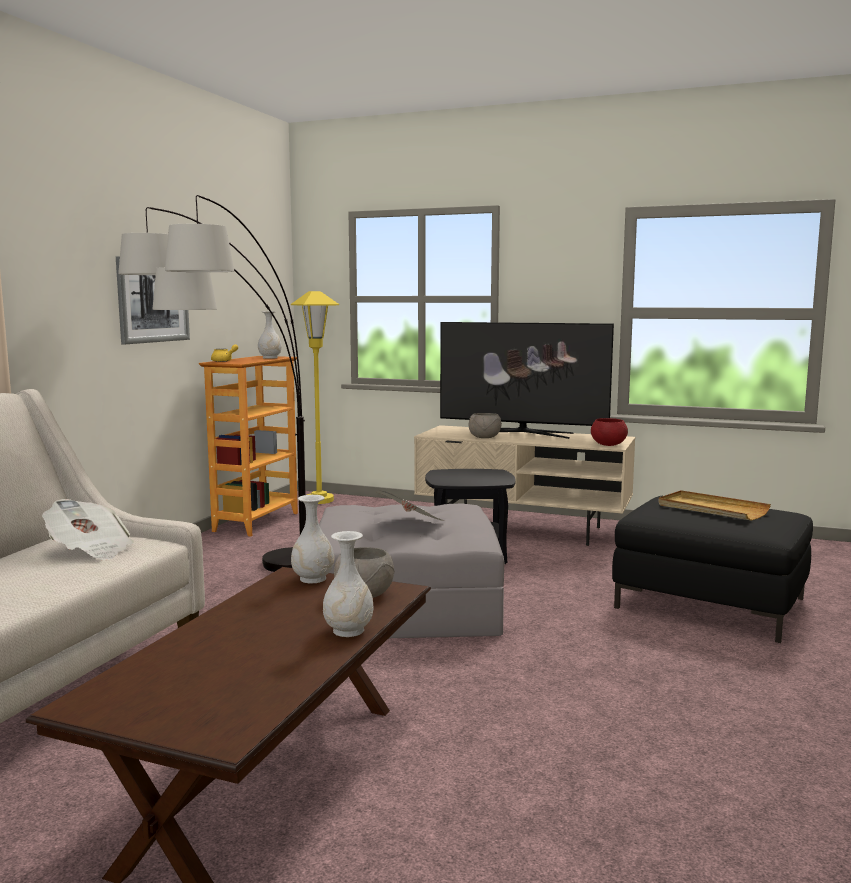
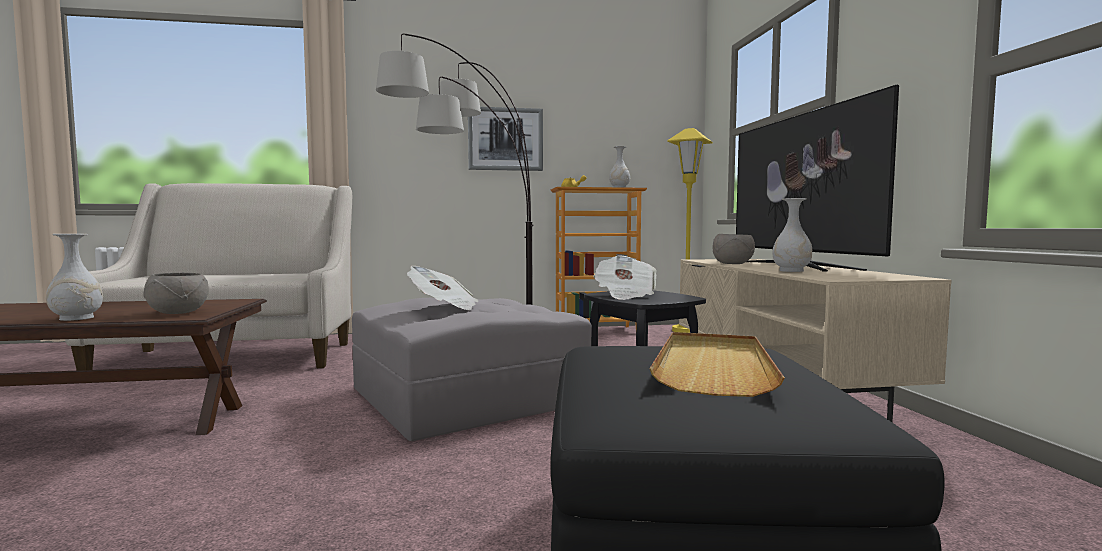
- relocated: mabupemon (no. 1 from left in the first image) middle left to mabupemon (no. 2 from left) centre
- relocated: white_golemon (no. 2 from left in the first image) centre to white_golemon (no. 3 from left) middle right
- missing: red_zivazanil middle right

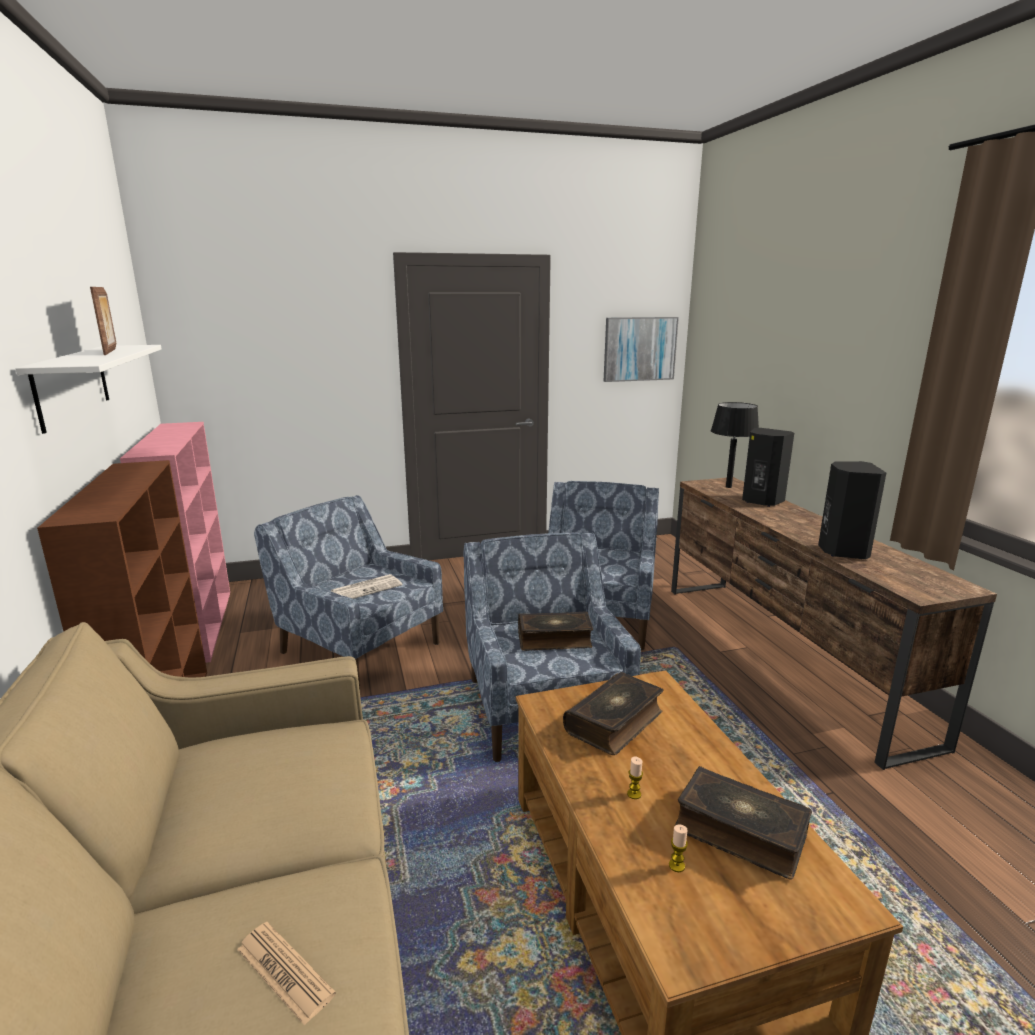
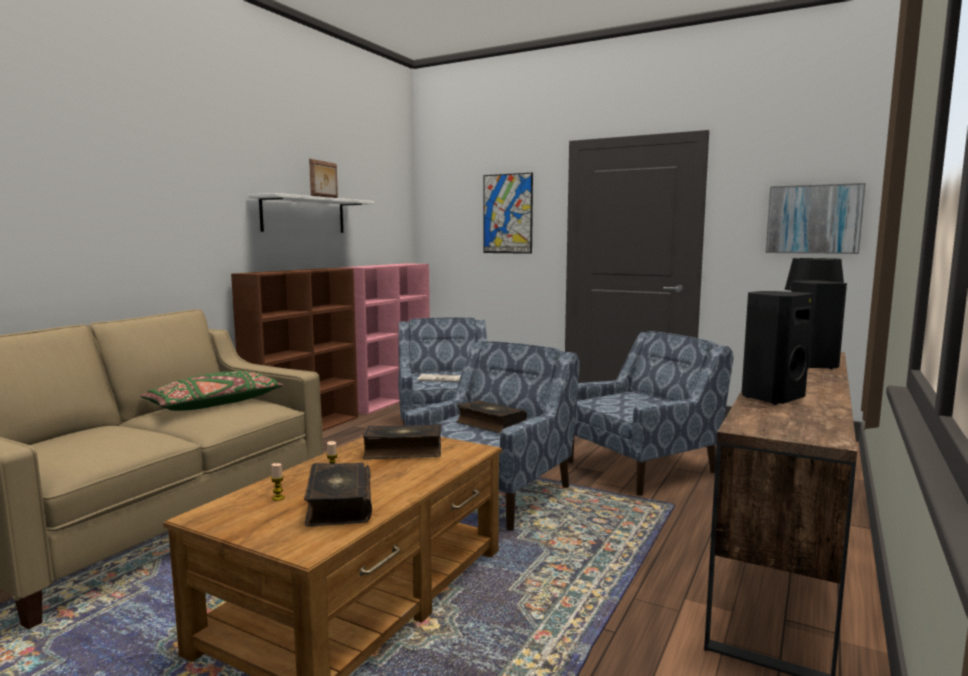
- appeared: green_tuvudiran middle left
- appeared: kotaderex (no. 1 from left) top centre
- missing: mabupemon (no. 1 from left) bottom left

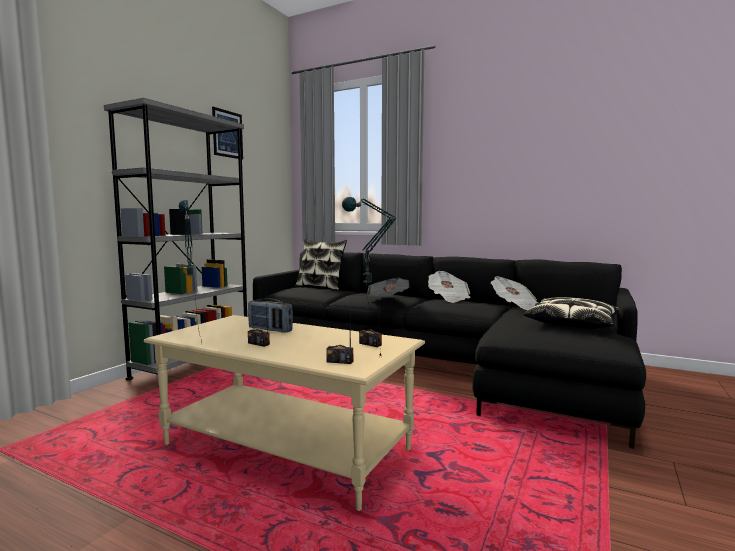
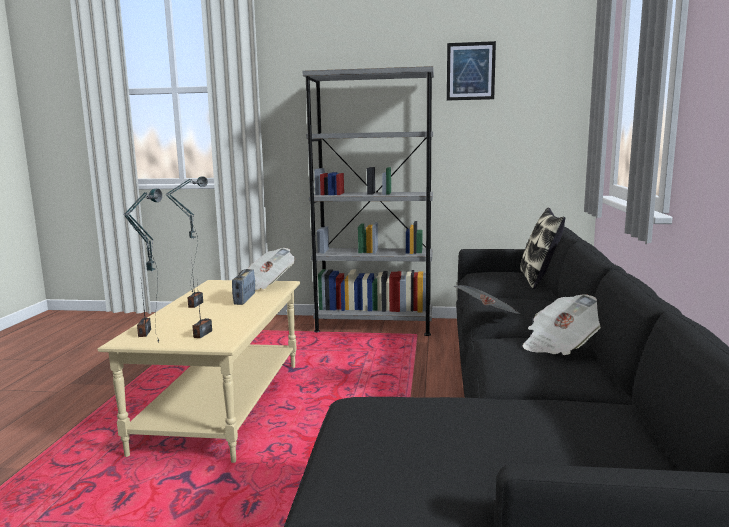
- relocated: mabupemon (no. 3 from left in the first image) middle right to mabupemon (no. 1 from left) centre
- missing: tuvudiran (no. 2 from left) middle right

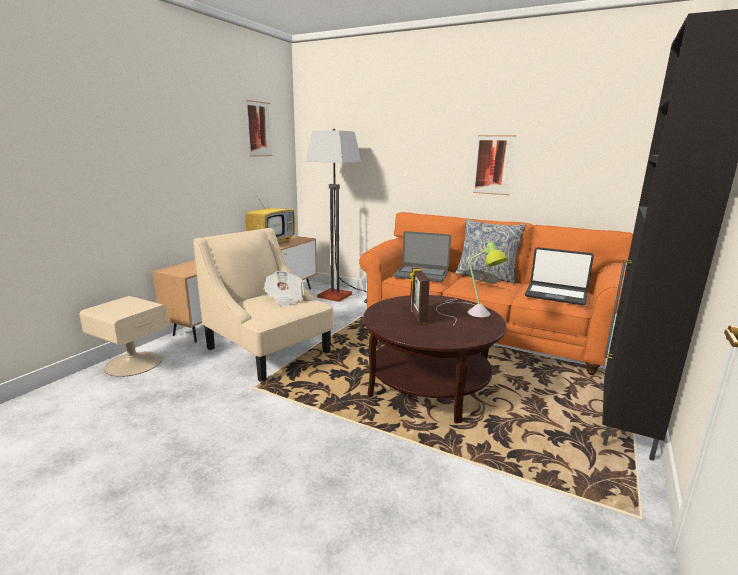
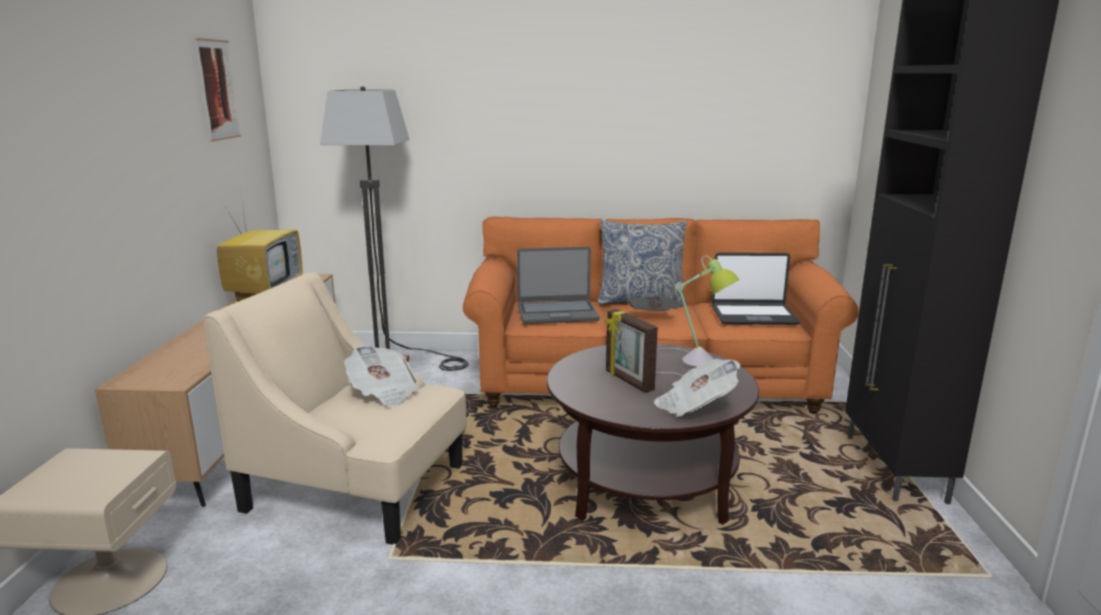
- appeared: mabupemon (no. 3 from left) centre
- missing: kotaderex (no. 2 from left) top right

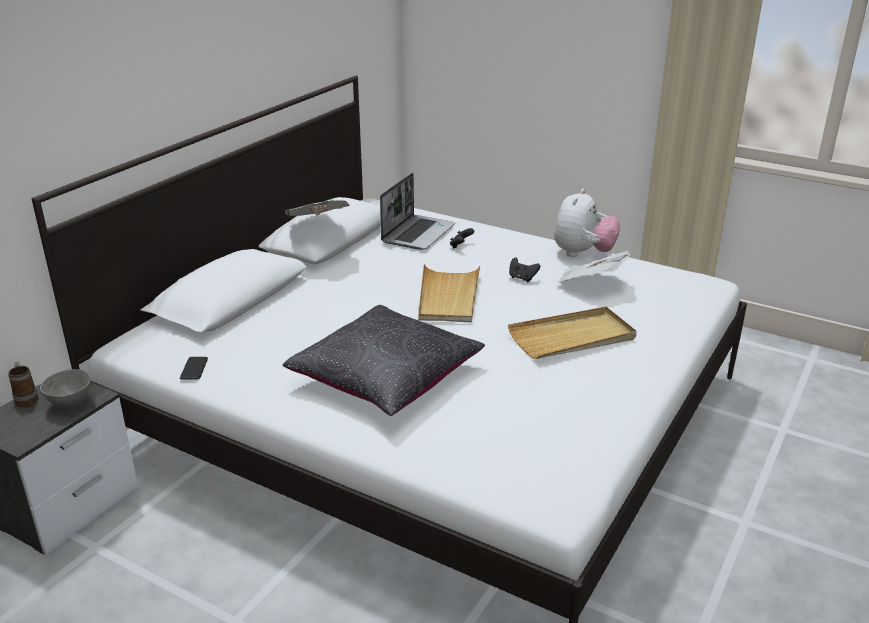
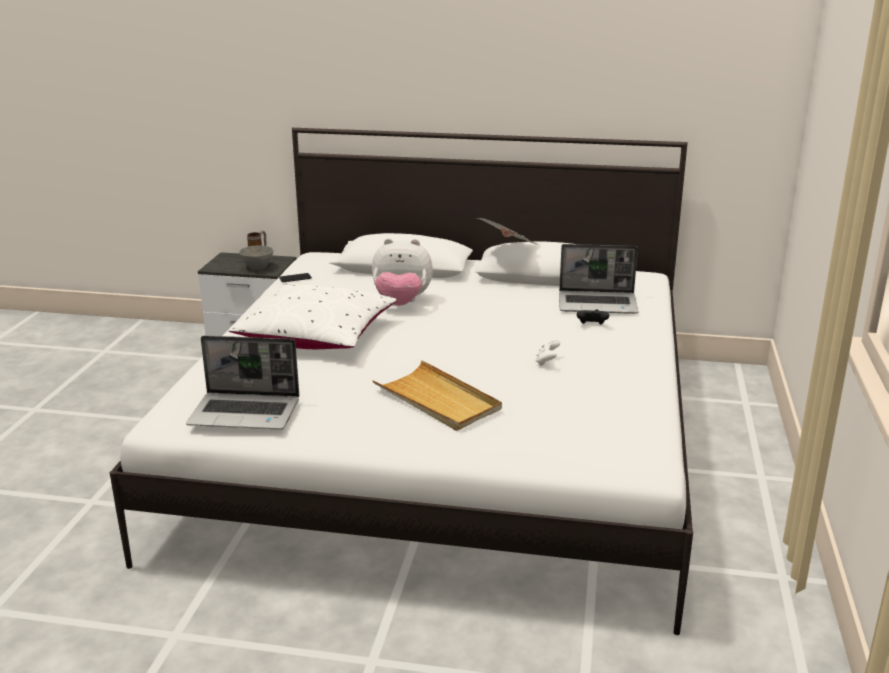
- appeared: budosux (no. 1 from left) middle left
- colour: black_tuvudiran centre to white_tuvudiran centre
- relocated: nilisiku middle right to centre
- colour: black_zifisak (no. 2 from left) centre to white_zifisak centre
- missing: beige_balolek (no. 1 from left) centre
- missing: mabupemon (no. 2 from left) middle right

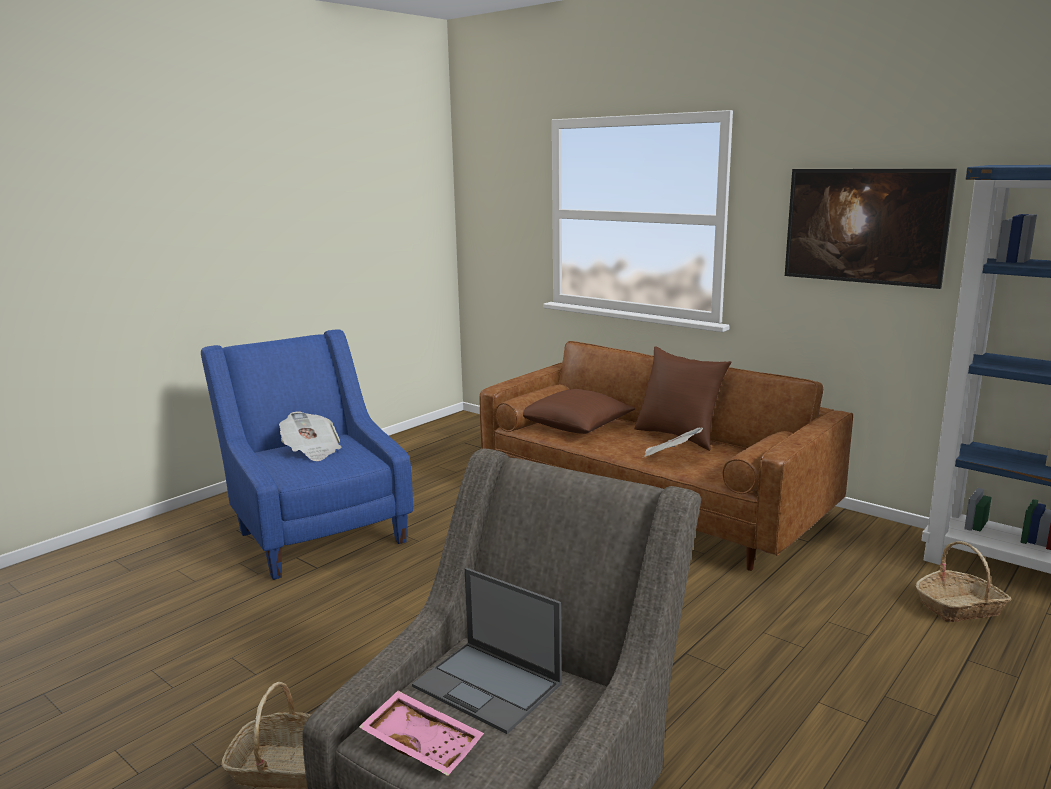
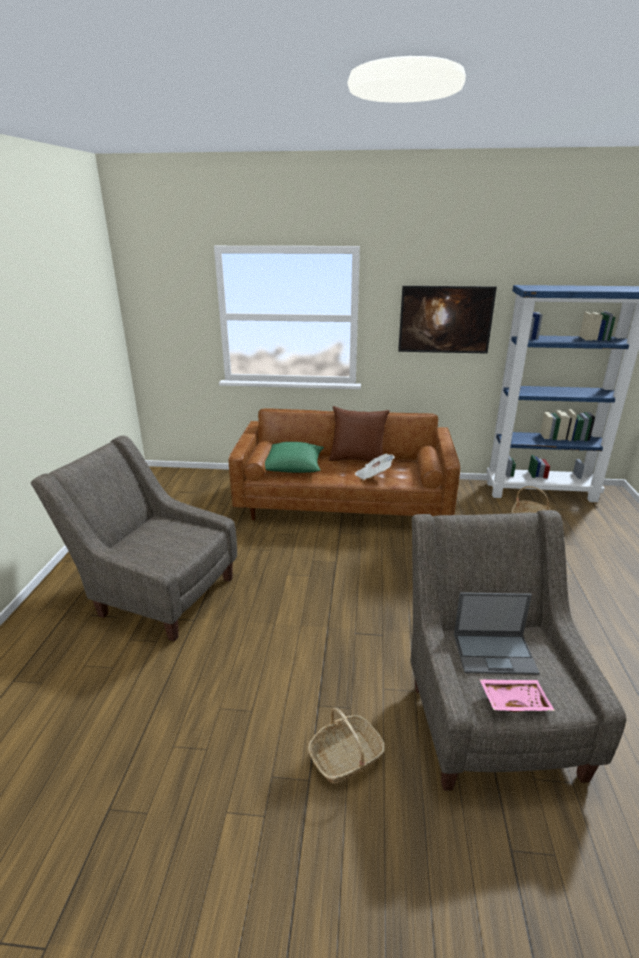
- colour: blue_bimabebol middle left to grey_bimabebol (no. 1 from left) middle left
- colour: brown_tuvudiran (no. 1 from left) centre to green_tuvudiran centre
- missing: mabupemon (no. 1 from left) middle left

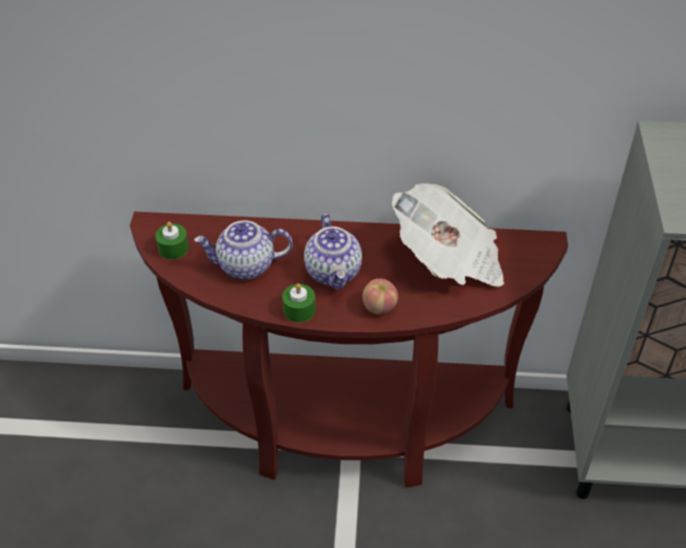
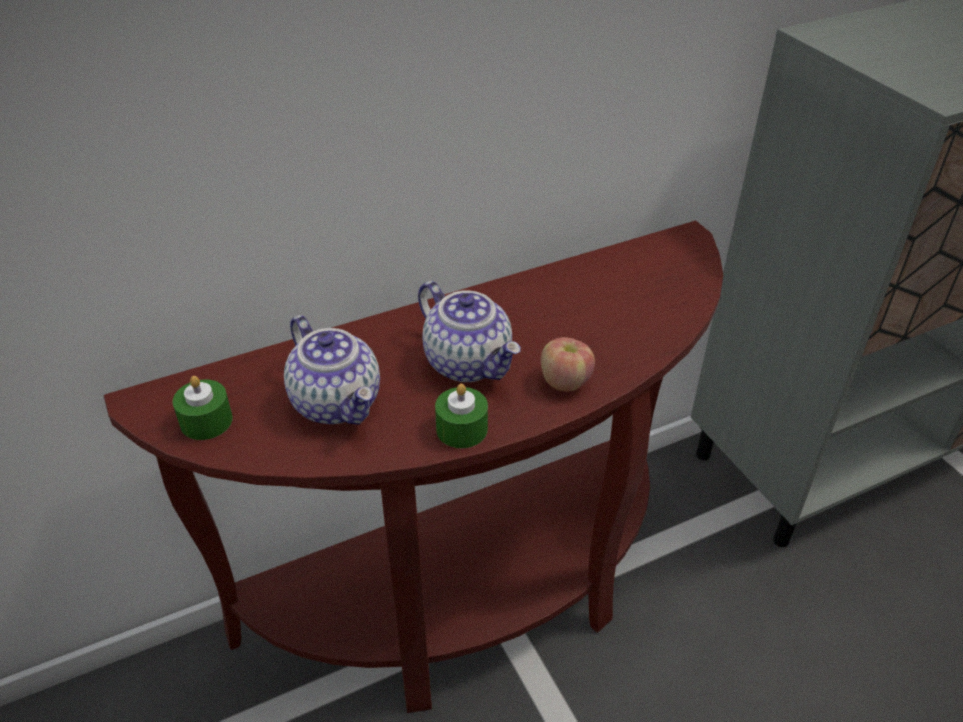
- spun: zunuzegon (no. 1 from left) centre = centre 90 degrees counterclockwise
- missing: mabupemon centre

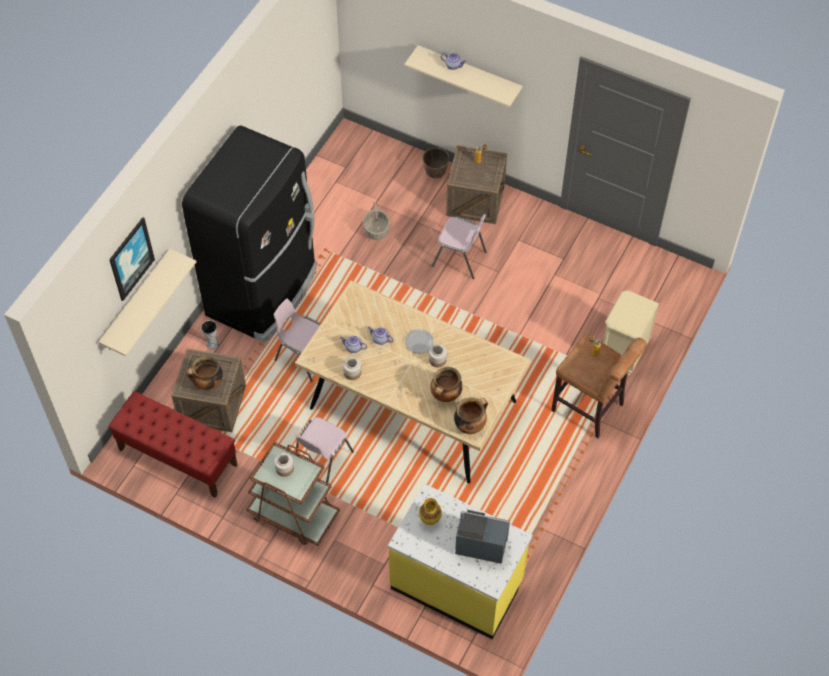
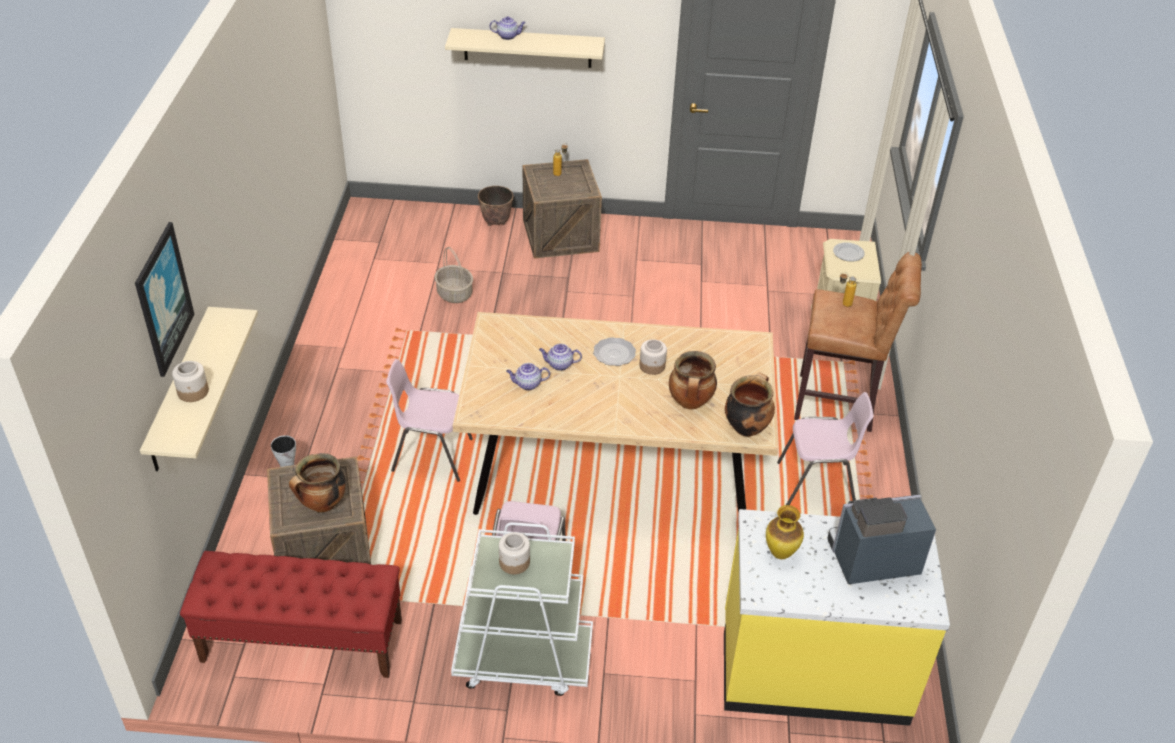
- relocated: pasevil (no. 2 from left in the first image) centre to pasevil (no. 1 from left) middle left
- colour: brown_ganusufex bottom centre to white_ganusufex bottom centre
- relocated: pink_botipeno (no. 3 from left) centre to middle right
- appeared: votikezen (no. 2 from left) middle right
- missing: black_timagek middle left

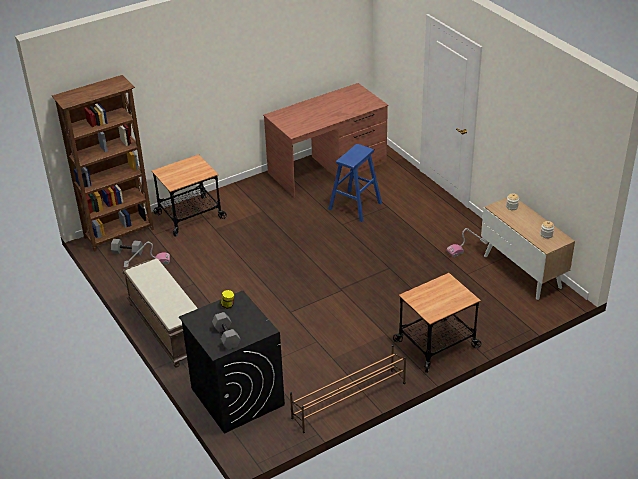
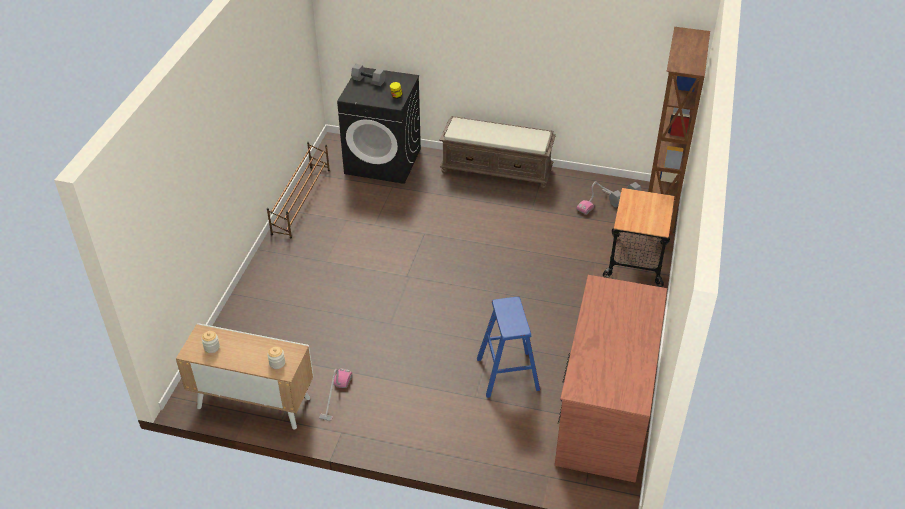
- missing: ganusufex (no. 2 from left) bottom right

